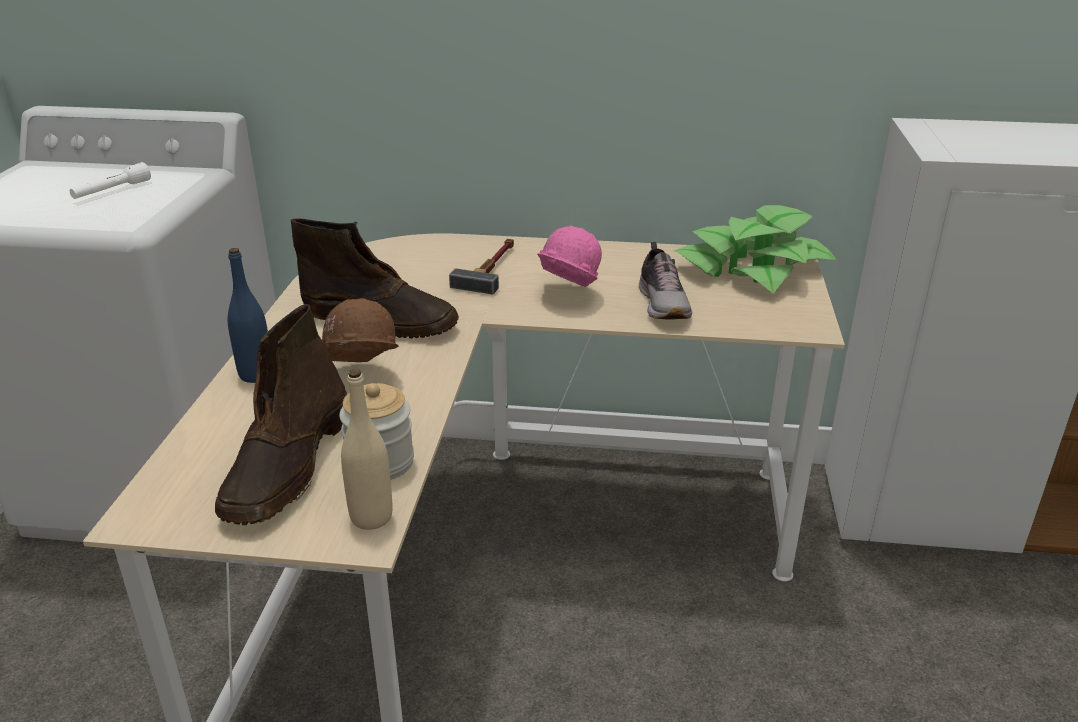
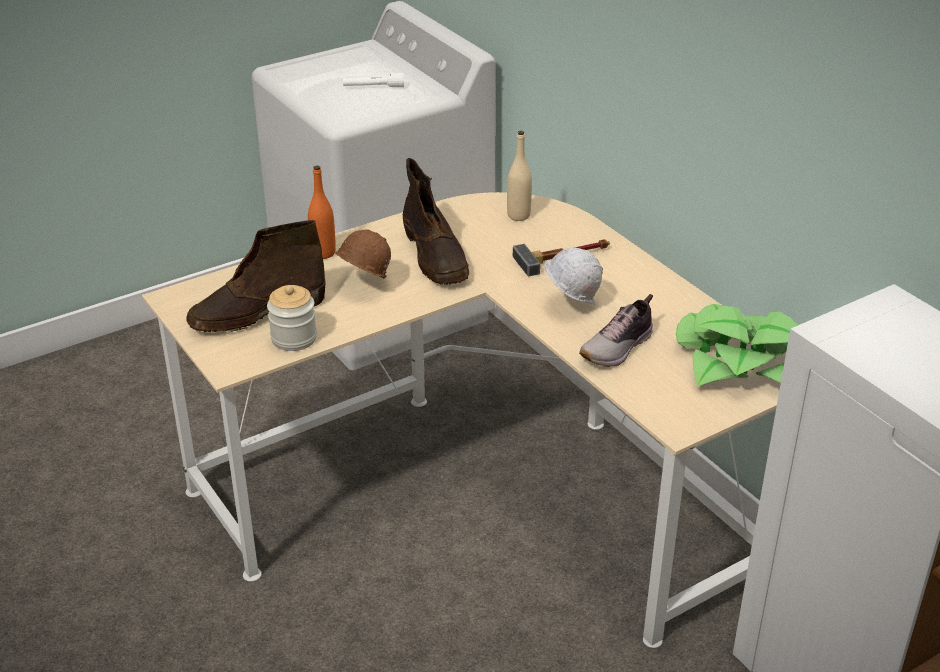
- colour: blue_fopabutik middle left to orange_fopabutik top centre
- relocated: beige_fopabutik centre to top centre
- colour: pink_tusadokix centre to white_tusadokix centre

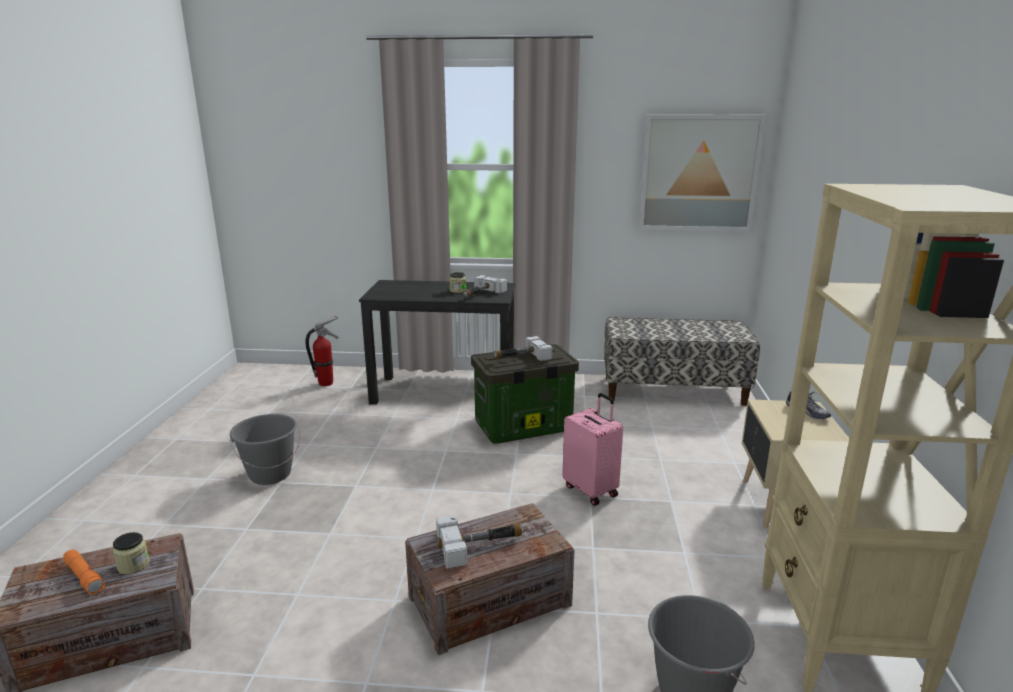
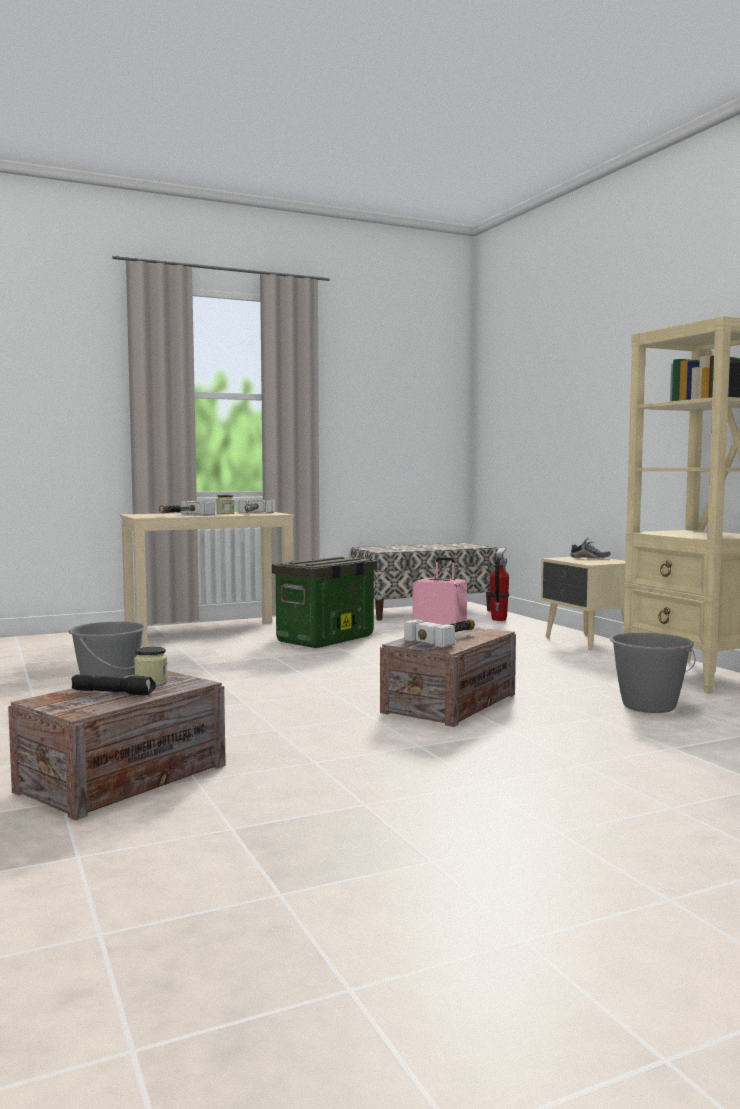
- colour: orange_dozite bottom left to black_dozite middle left
- colour: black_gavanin centre to beige_gavanin middle left
- relocated: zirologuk (no. 3 from left in the first image) centre to zirologuk (no. 1 from left) middle left
- relocated: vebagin middle left to middle right
- missing: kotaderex top right

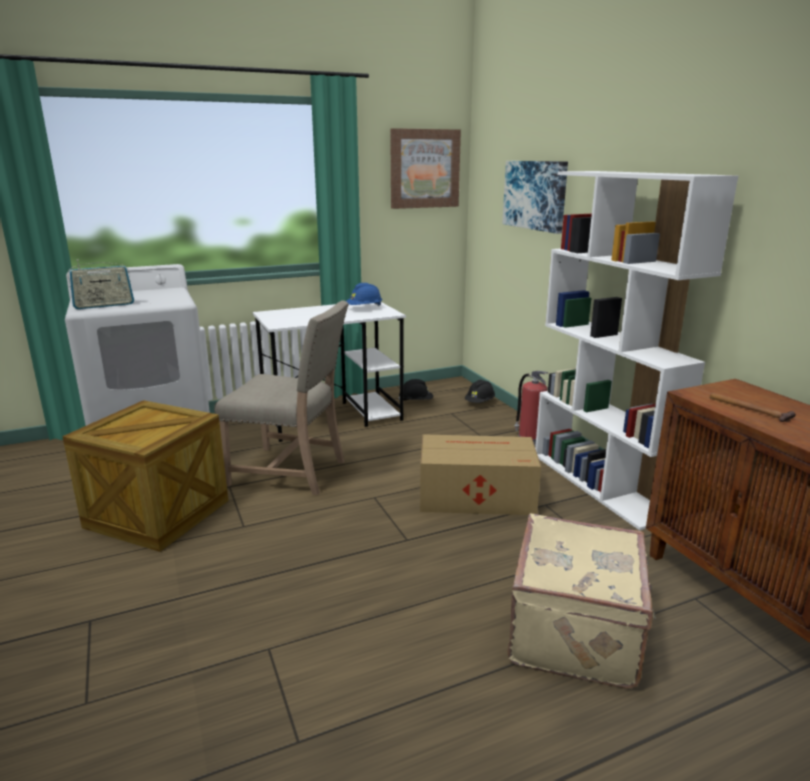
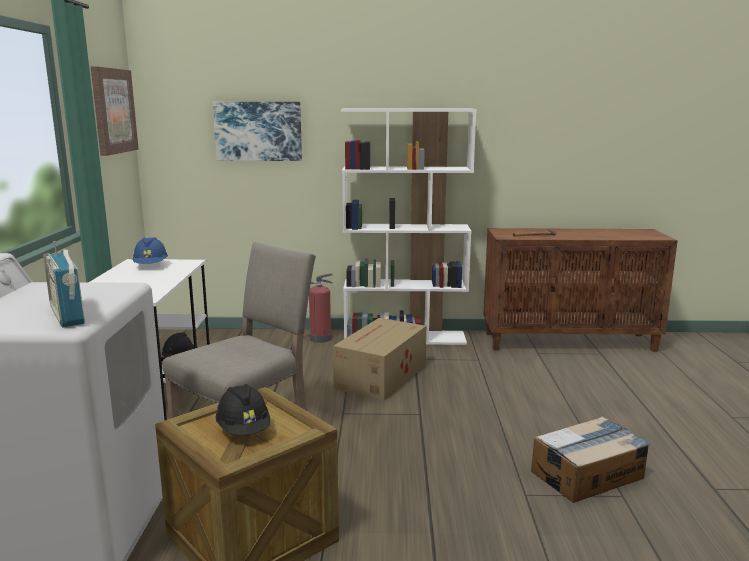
- spun: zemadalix middle left = middle left 150 degrees clockwise
- relocated: black_tusadokix (no. 2 from left) centre to bottom left
- appeared: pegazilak (no. 2 from left) bottom right
- missing: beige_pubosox bottom right

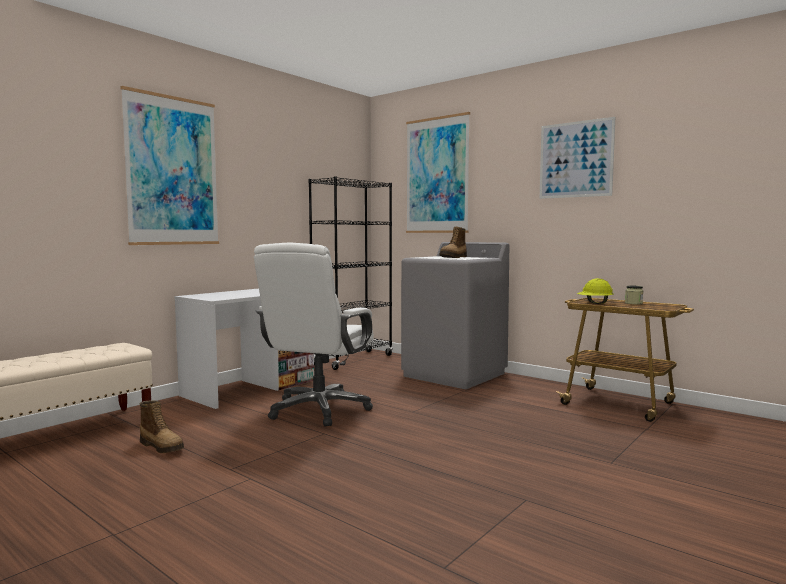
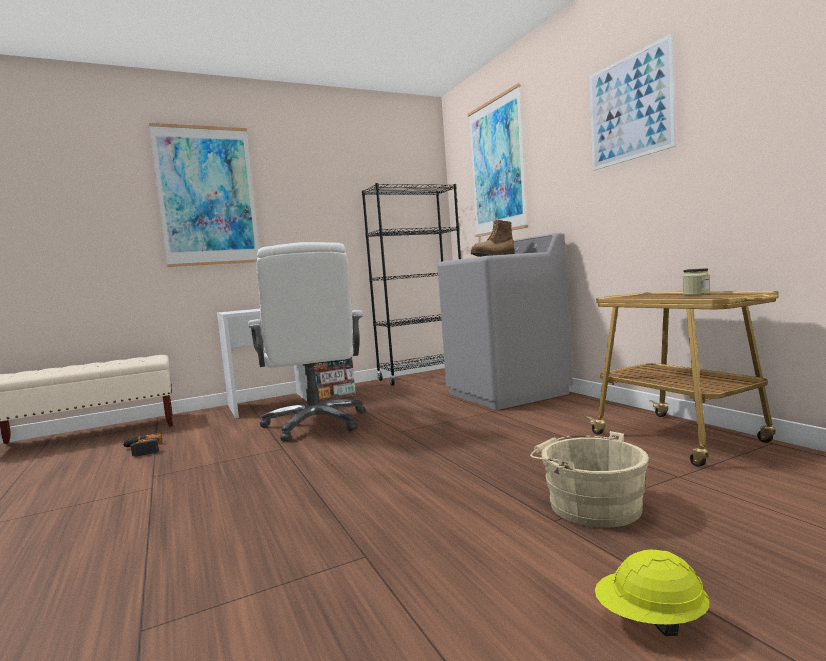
- exchanged: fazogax (no. 1 from left) bottom left to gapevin bottom left
- spun: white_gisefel centre = centre 60 degrees counterclockwise
- appeared: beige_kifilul bottom right
- relocated: yellow_tusadokix middle right to bottom right

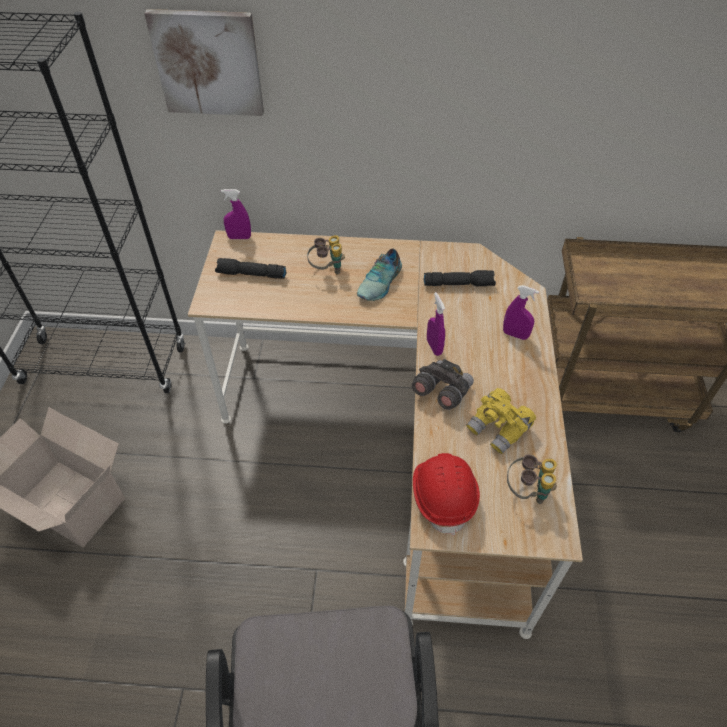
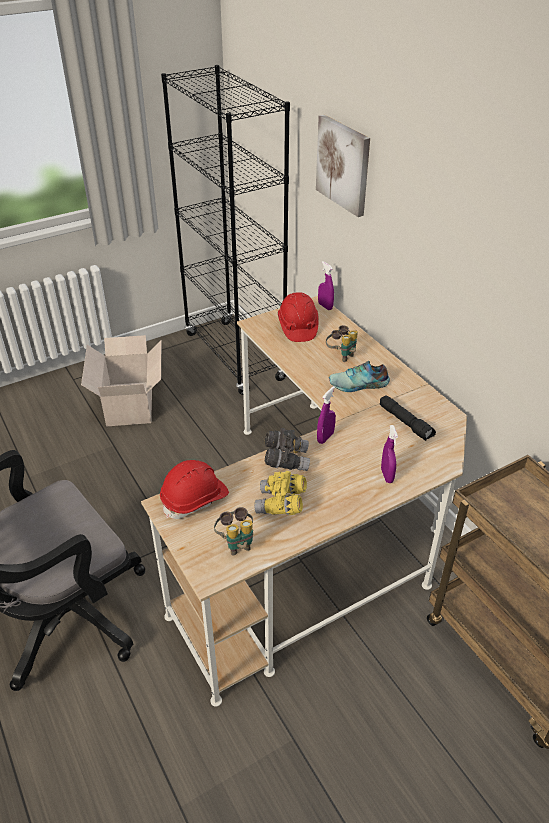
- exchanged: black_dozite (no. 1 from left) centre to red_tusadokix (no. 2 from left) centre

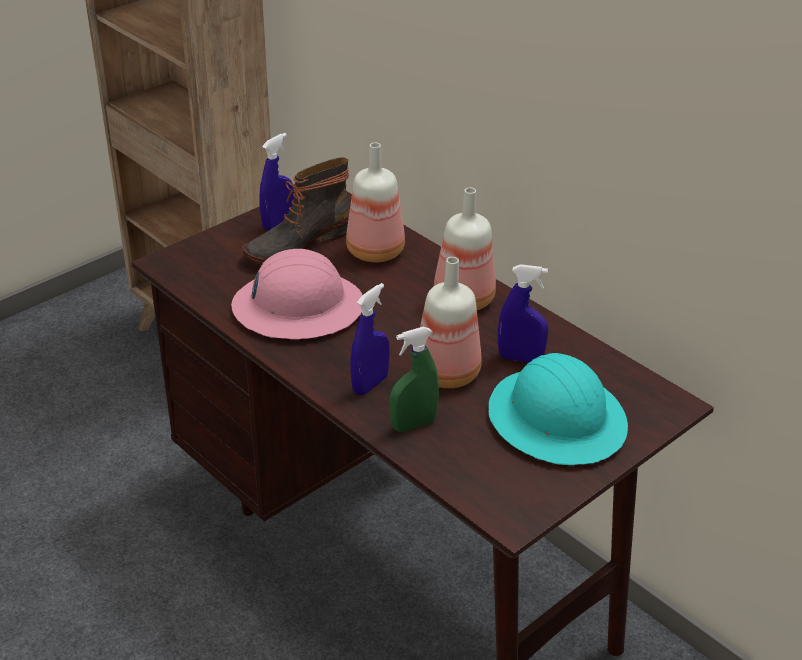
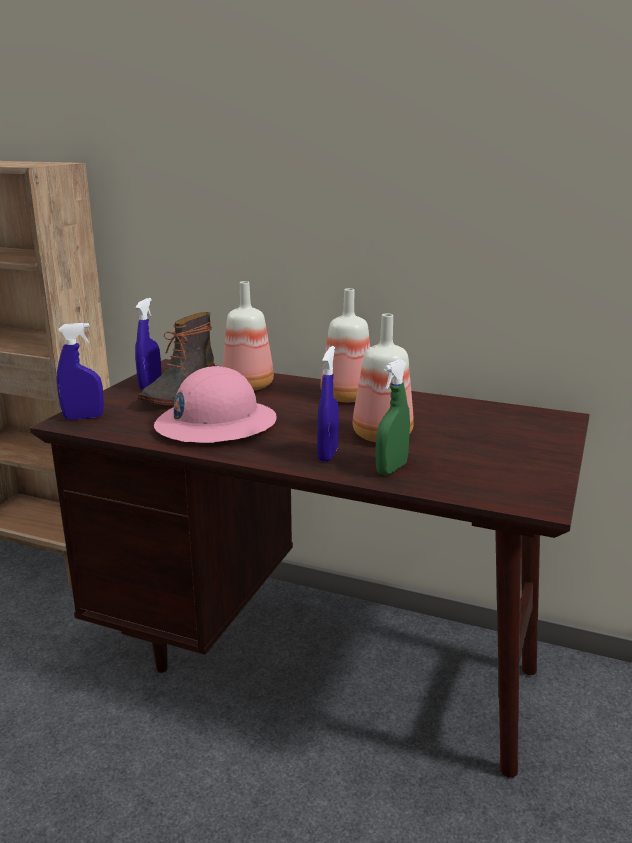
- relocated: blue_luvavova (no. 3 from left in the first image) centre to blue_luvavova (no. 1 from left) middle left
- missing: turquoise_tusadokix middle right

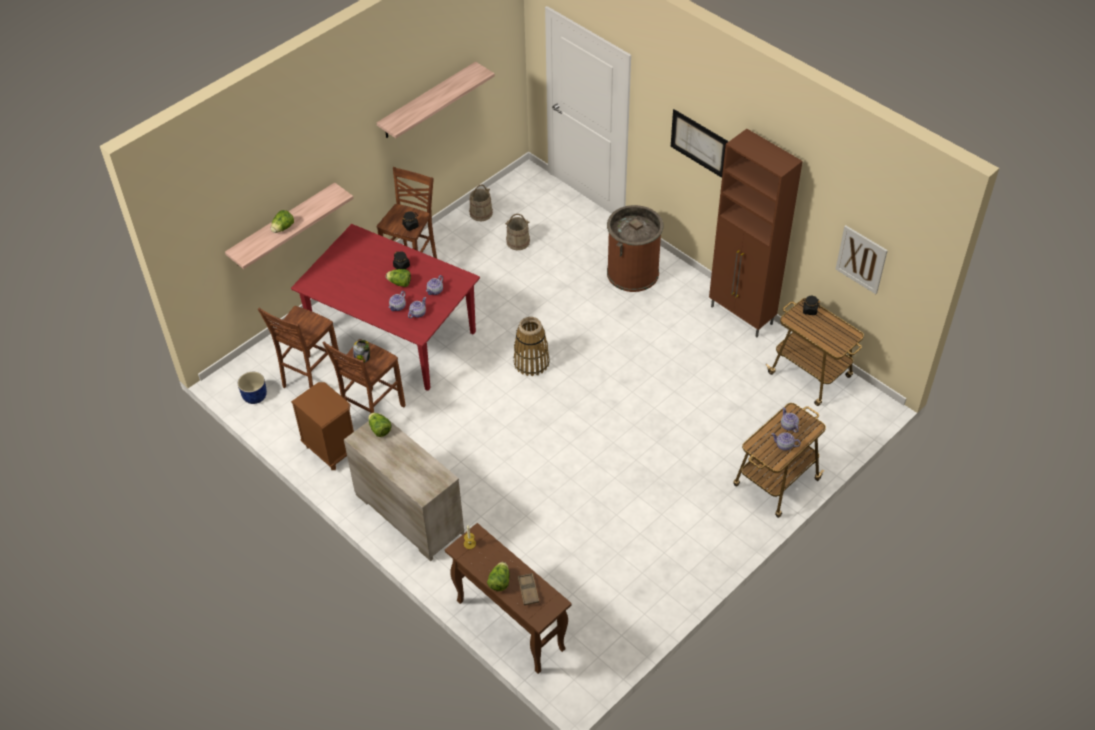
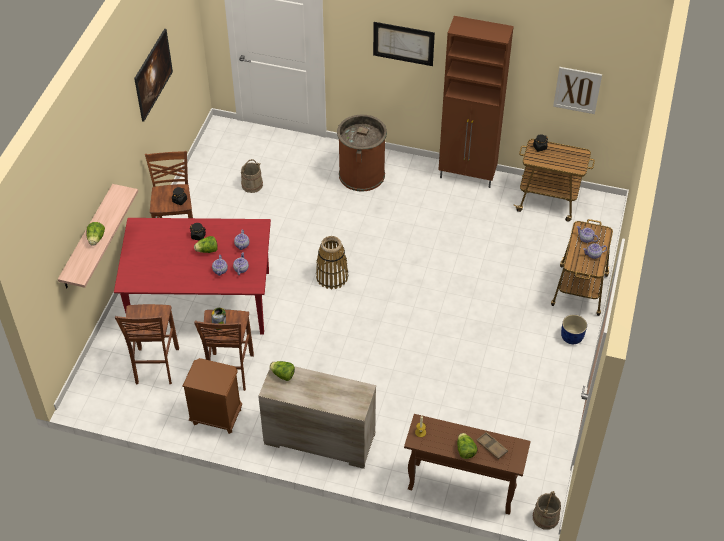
- exchanged: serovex (no. 2 from left) top centre to kotaderex (no. 1 from left) top left
- relocated: beige_kifilul (no. 1 from left in the first image) top centre to beige_kifilul (no. 2 from left) bottom right
- relocated: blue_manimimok middle left to middle right

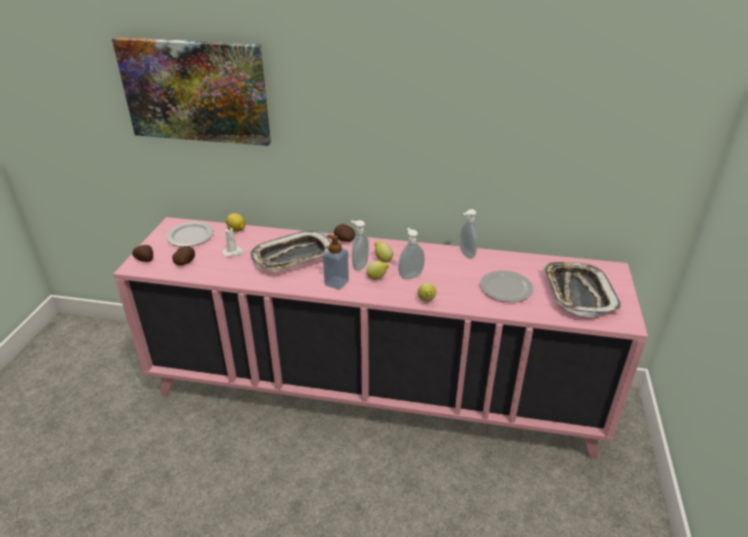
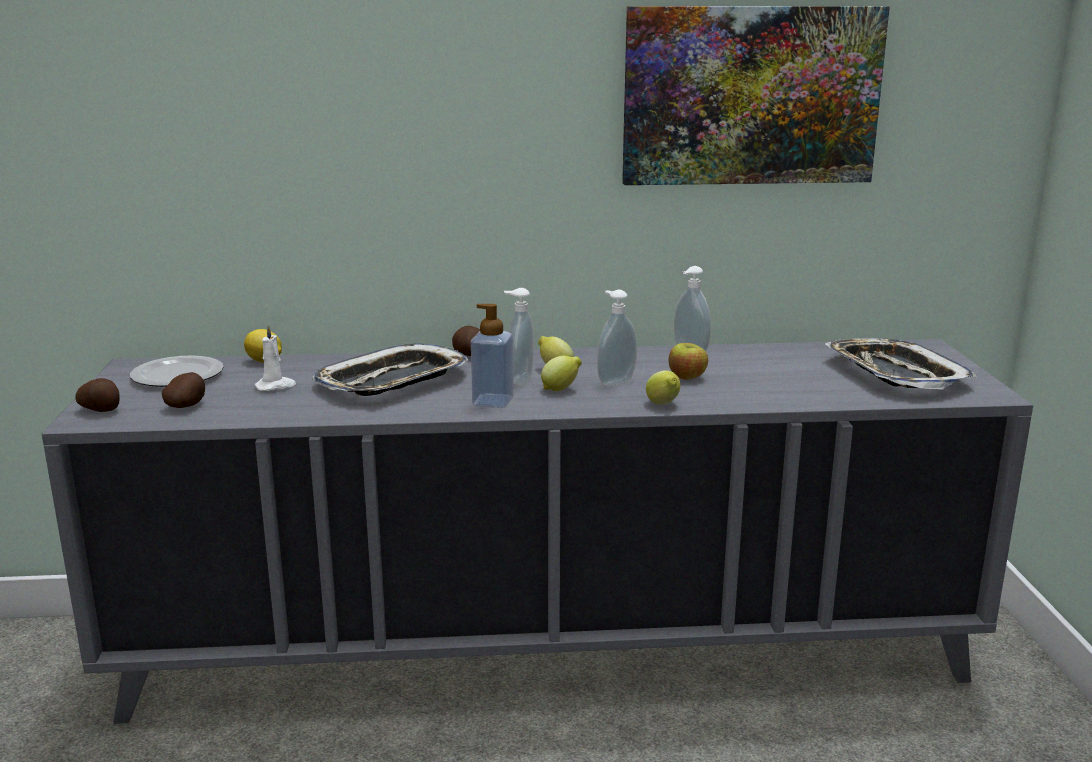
- colour: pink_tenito centre to grey_tenito bottom centre
- relocated: kotaderex top left to top right
- appeared: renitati centre
- missing: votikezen (no. 2 from left) middle right

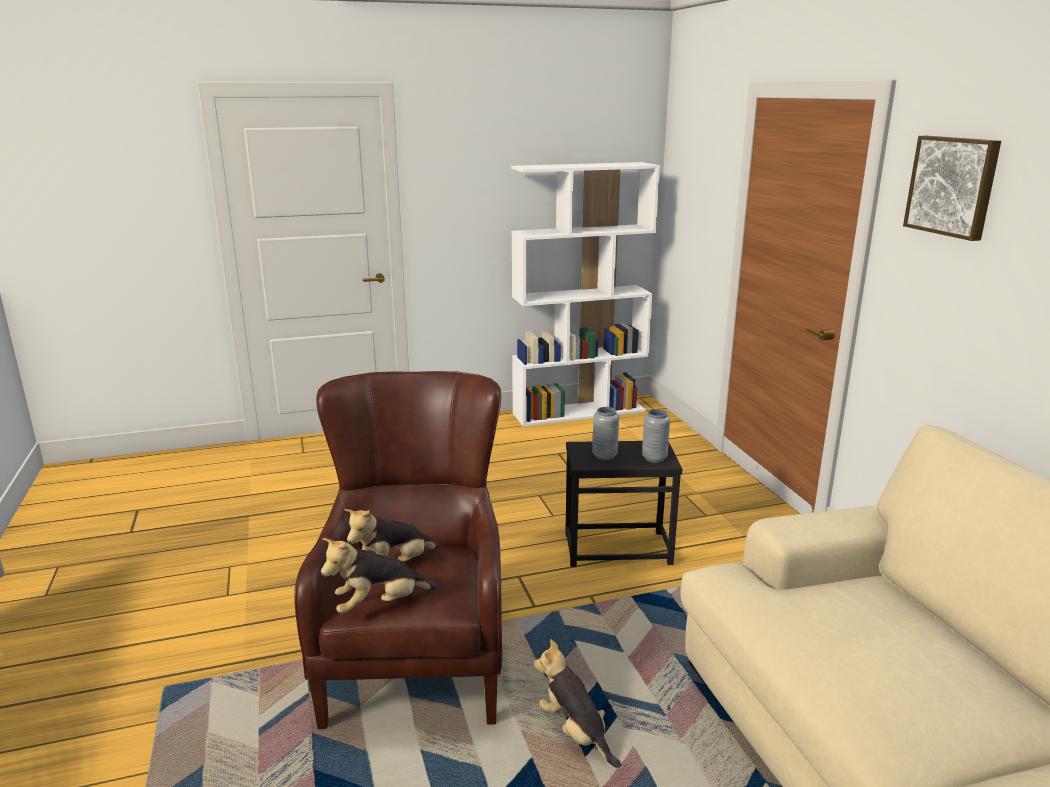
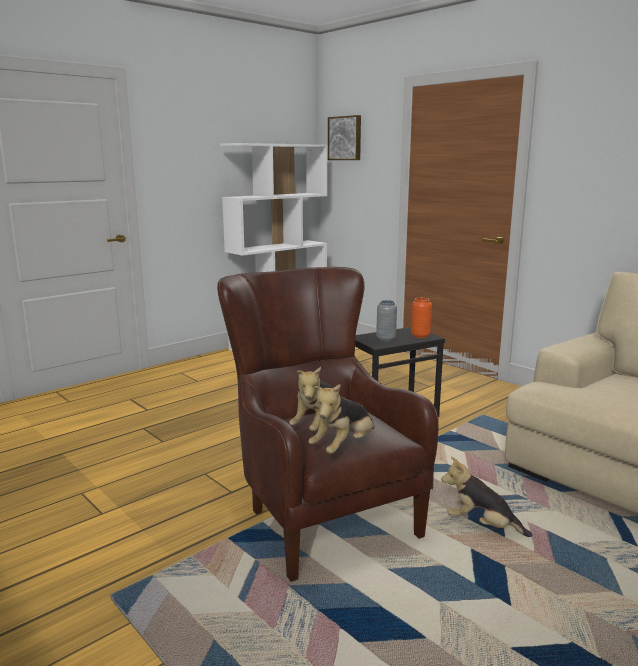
- relocated: kotaderex top right to top centre
- colour: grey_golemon (no. 2 from left) centre to orange_golemon centre

